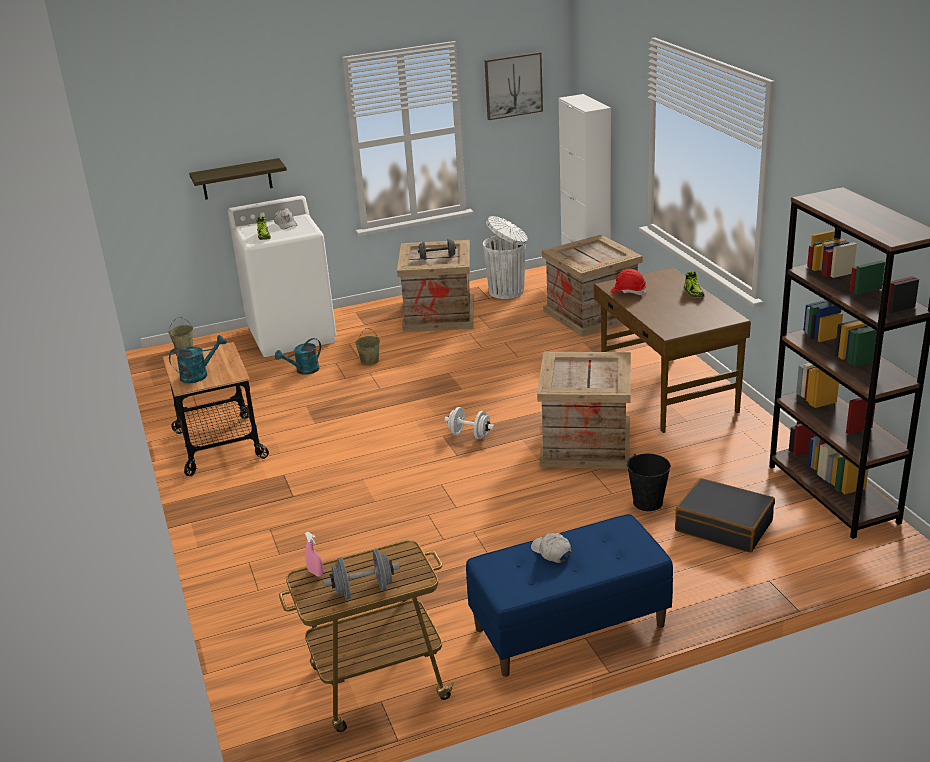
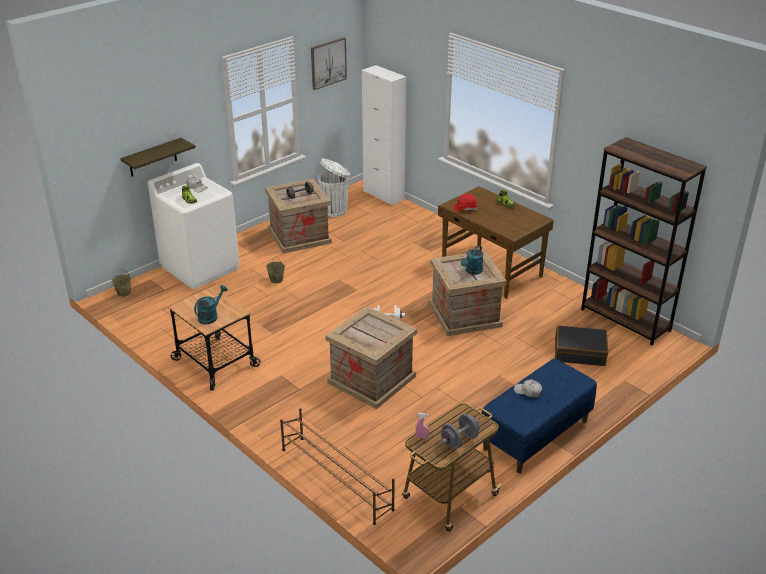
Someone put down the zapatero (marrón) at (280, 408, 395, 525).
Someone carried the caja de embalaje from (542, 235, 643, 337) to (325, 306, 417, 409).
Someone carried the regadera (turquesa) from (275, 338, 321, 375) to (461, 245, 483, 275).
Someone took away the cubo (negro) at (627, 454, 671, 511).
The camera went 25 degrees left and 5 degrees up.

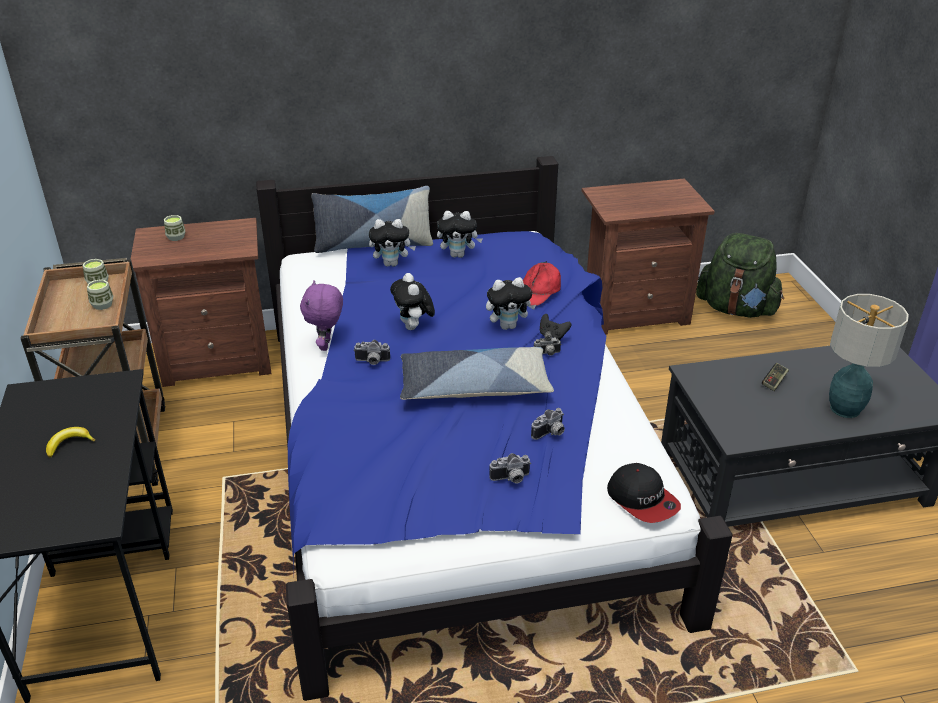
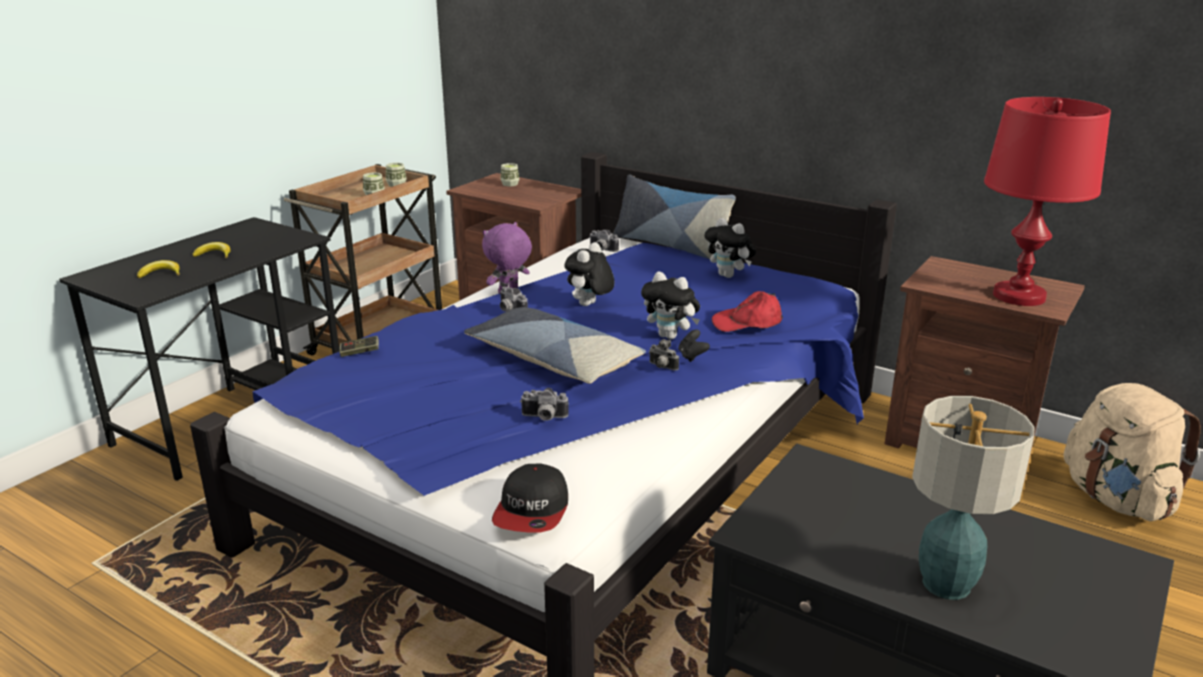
Someone put down the plátano at (137, 260, 180, 278).
Someone carried the mando de consola from (762, 363, 789, 391) to (340, 336, 379, 357).
Someone carried the cámara from (489, 453, 531, 484) to (590, 230, 619, 252).
Someone put down the lámpara de mesa (rojo) at (984, 97, 1111, 306).
Someone repainted the mochila (verde) at (696, 233, 784, 318), which became the mochila (beis) at (1064, 383, 1201, 521).
Someone took away the peluche at (369, 219, 416, 267).
The camera went 45 degrees right and 10 degrees down.

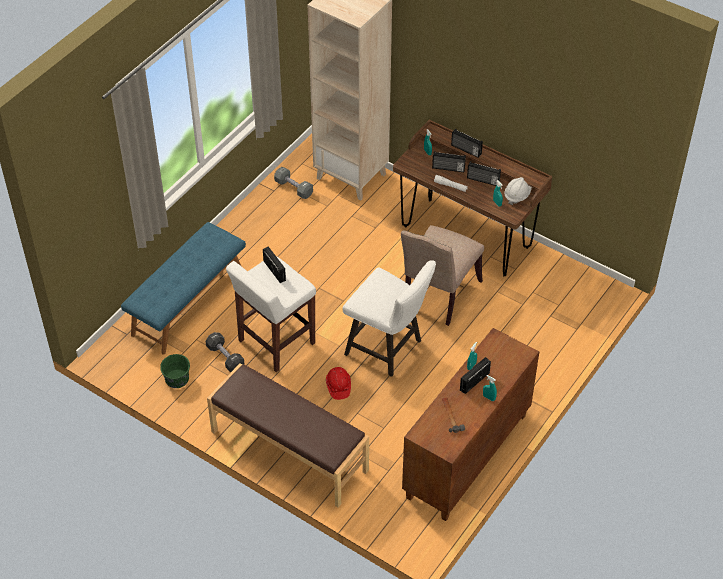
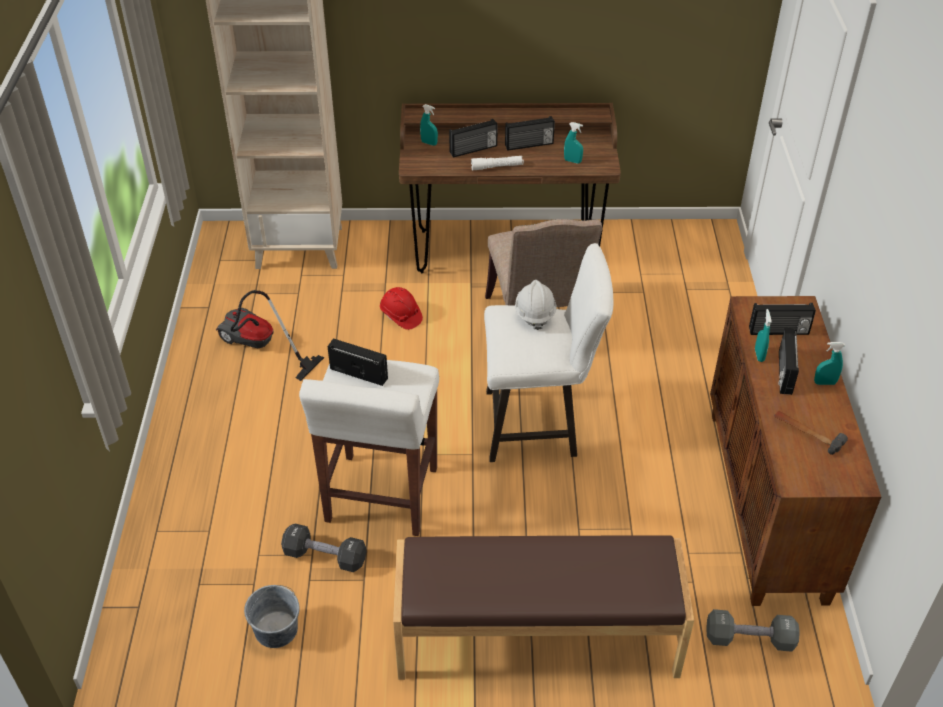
Someone put down the aspiradora at (216, 290, 324, 381).
Someone repainted the cubo (verde) at (160, 354, 190, 388), which became the cubo (gris) at (244, 585, 300, 648).
Someone carried the casco (rojo) from (326, 367, 351, 400) to (380, 287, 423, 330).
Someone carried the casco (blanco) from (504, 177, 532, 205) to (515, 280, 557, 330).
Someone carried the mancuerna (gris) from (274, 167, 313, 199) to (706, 609, 800, 652).
Someone carried the radio from (451, 129, 483, 158) to (749, 303, 816, 335).
Someone took away the banco (azul) at (121, 222, 246, 354).
The camera went 35 degrees left and 5 degrees down.

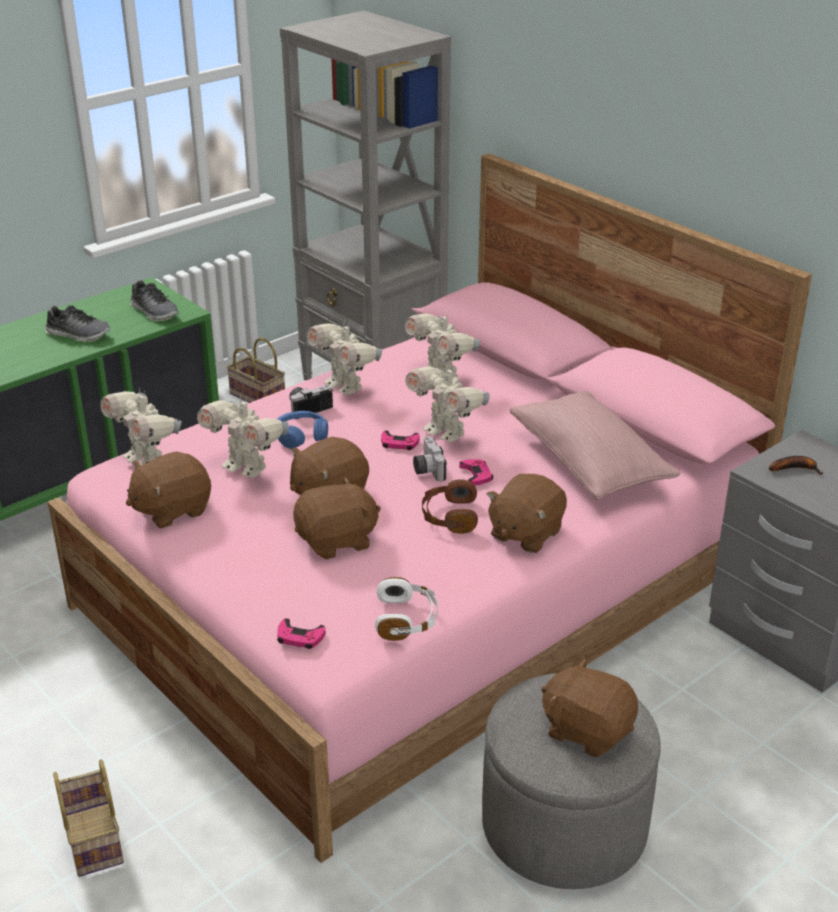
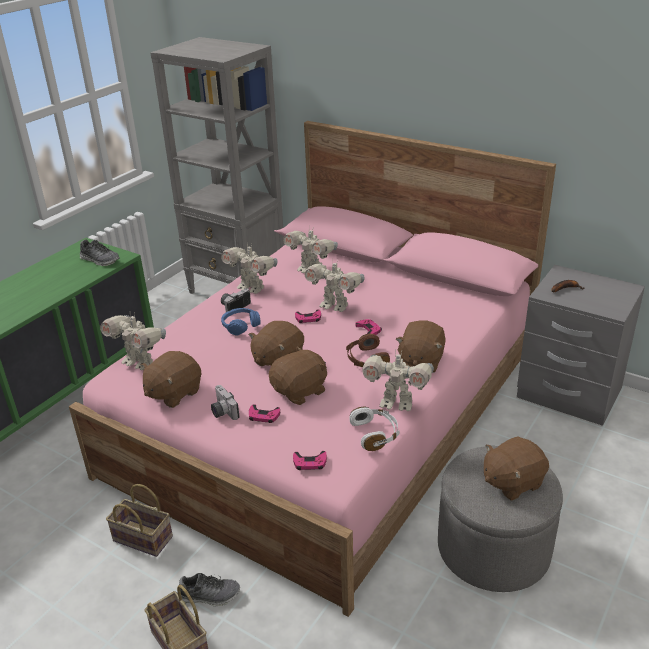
Someone carried the cesta from (227, 338, 285, 403) to (106, 484, 173, 557).
Someone carried the zapato from (45, 305, 110, 342) to (177, 573, 240, 606).
Someone carried the cámara from (413, 436, 446, 482) to (211, 385, 240, 420).
Someone put down the mando de consola (rosa) at (249, 404, 280, 423).
Someone carried the robot de juguete from (197, 394, 289, 478) to (362, 349, 434, 411).
Someone rotated the peluche (marrón) at (541, 658, 638, 757) by 45 degrees counterclockwise.
Someone took away the cojín (rosa) at (509, 391, 681, 500).
The camera went 15 degrees left and 0 degrees up.

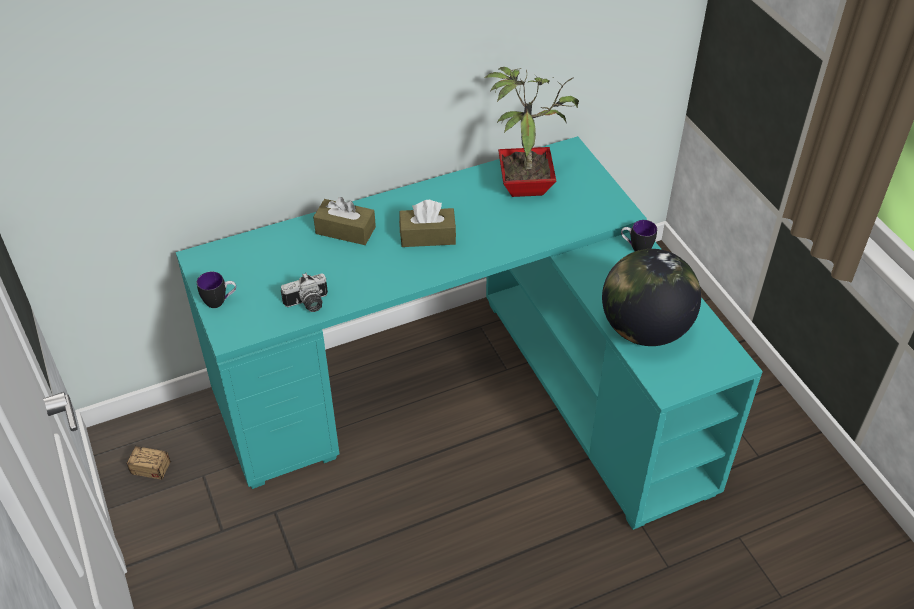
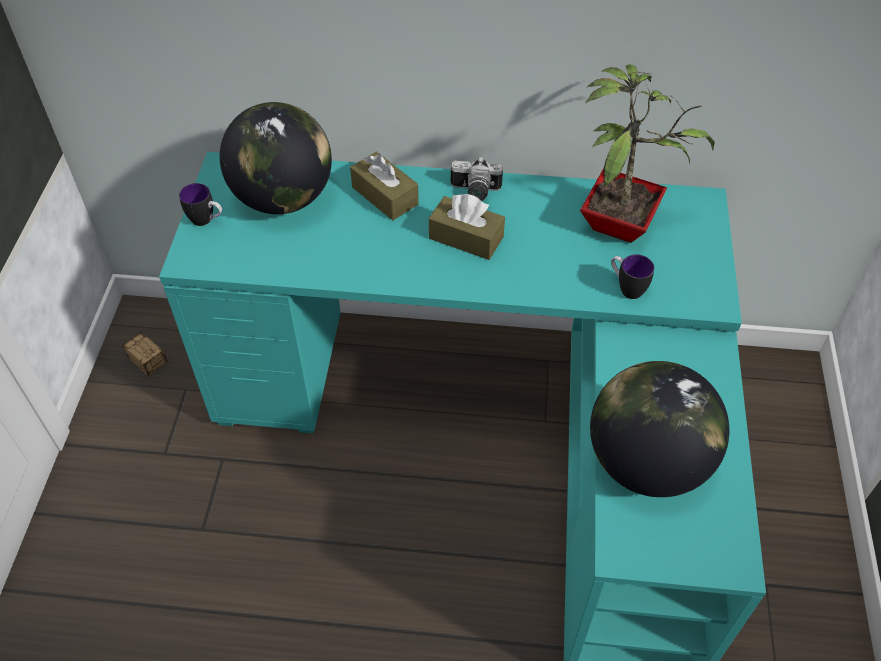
Someone put down the globo terráqueo at (220, 102, 332, 214).
Someone carried the cámara from (281, 273, 328, 312) to (451, 156, 503, 201).
Someone carried the taza grande from (621, 220, 657, 251) to (611, 254, 654, 299).
The camera went 30 degrees right and 5 degrees up.

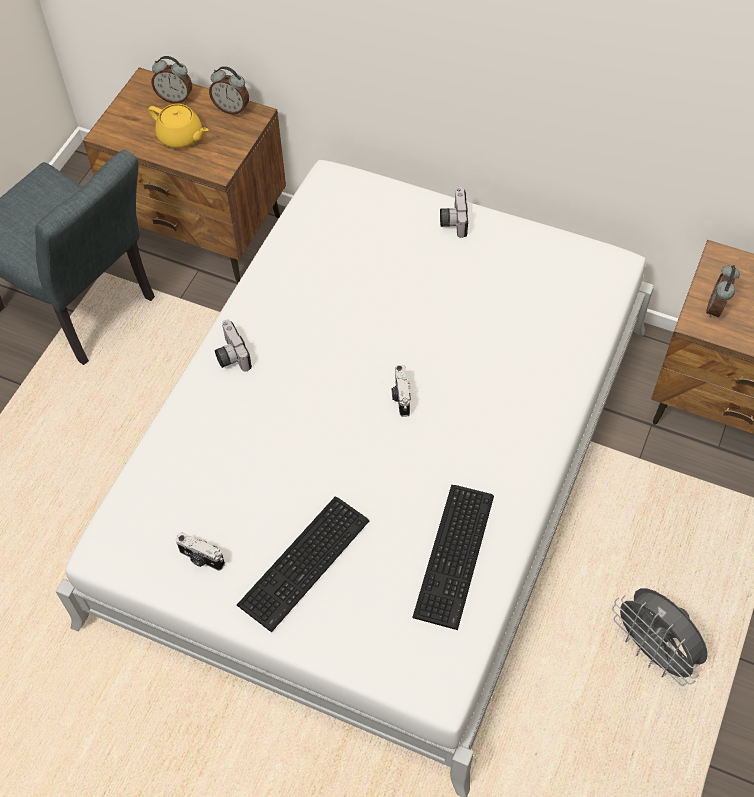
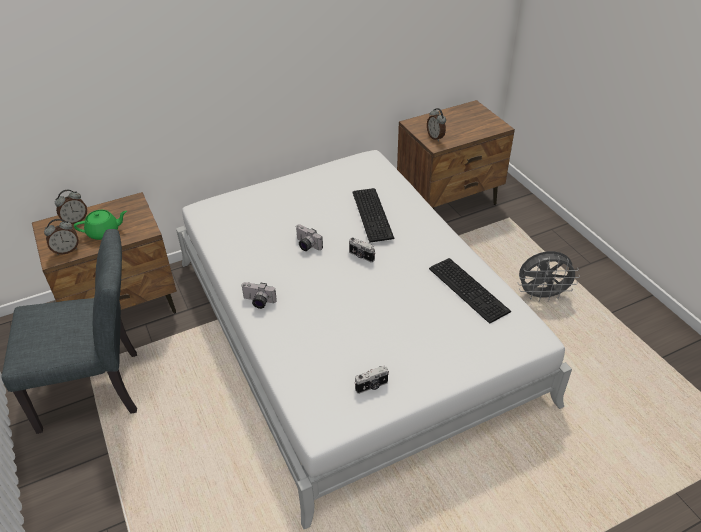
Someone carried the despertador from (209, 66, 249, 115) to (44, 219, 79, 255).
Someone repainted the tetera (amarillo) at (148, 104, 209, 148), which became the tetera (verde) at (74, 210, 127, 240).
Someone carried the cámara from (440, 187, 468, 238) to (296, 224, 323, 251).
Someone carried the teclado from (237, 496, 369, 632) to (352, 188, 395, 243).
The camera went 50 degrees left and 15 degrees down.

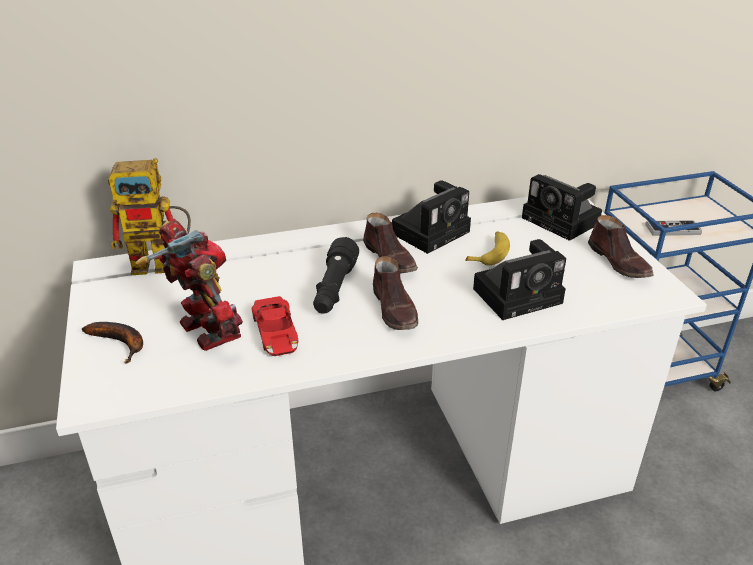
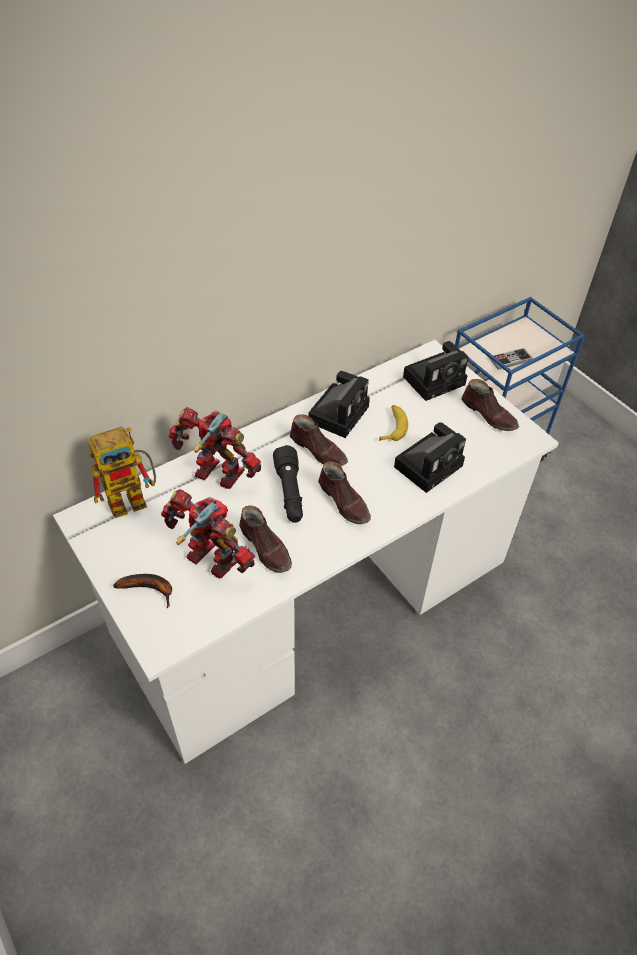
Someone put down the robot de juguete at (169, 407, 261, 489).
Someone swapped the coche de juguete (rojo) at (252, 296, 298, 356) for the zapato (marrón) at (239, 506, 292, 573).
Someone rotated the cámara at (522, 174, 602, 241) by 60 degrees counterclockwise.
The camera went 20 degrees left and 15 degrees up.

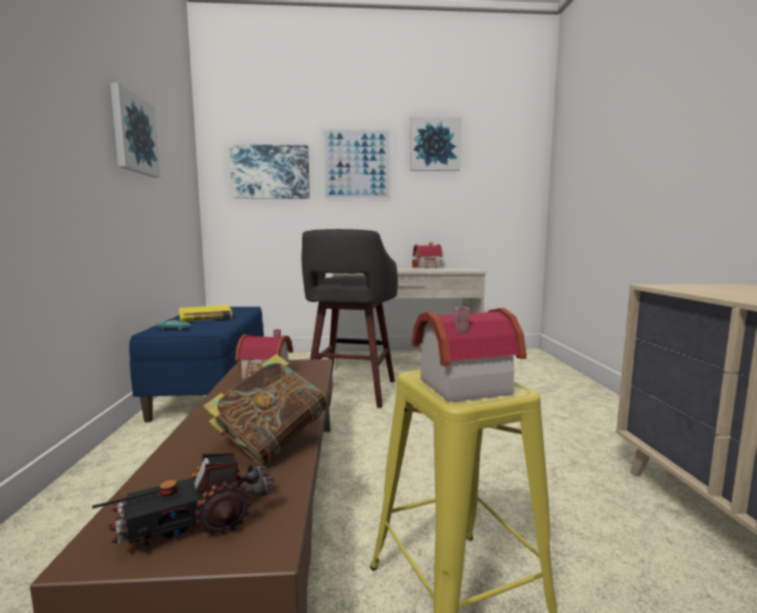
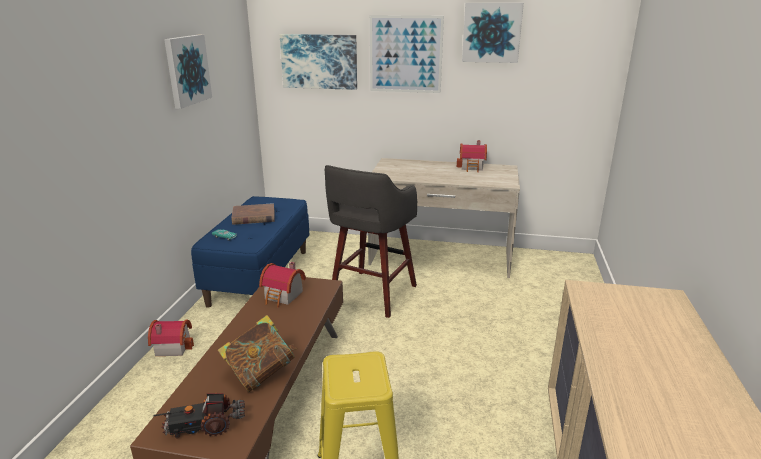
Someone carried the casita from (412, 307, 527, 402) to (148, 319, 194, 356).
Someone repainted the libro (amarillo) at (179, 305, 232, 322), which became the libro (marrón) at (231, 203, 275, 225).
The camera went 15 degrees right and 15 degrees up.

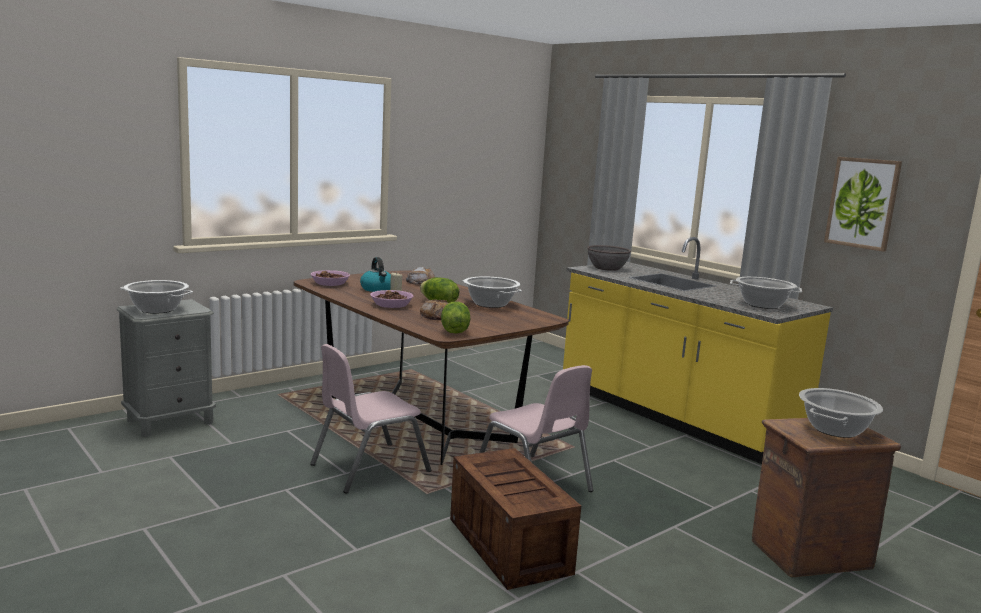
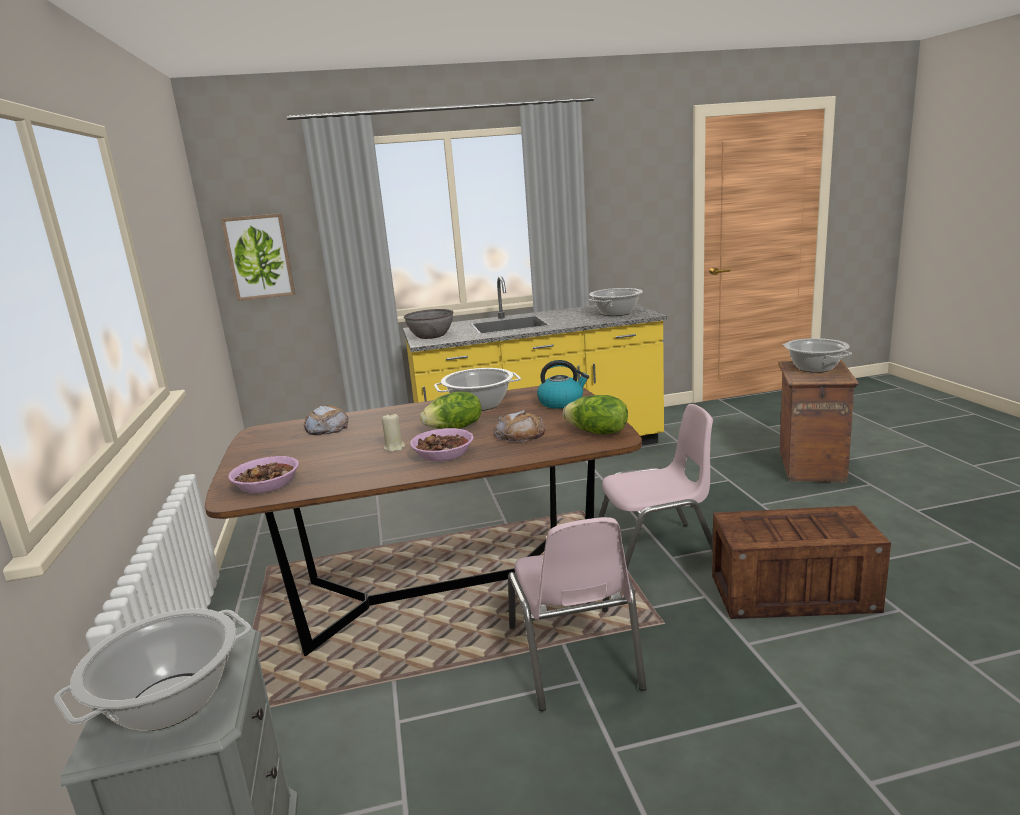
Someone carried the cuadro from (824, 157, 902, 252) to (221, 213, 295, 301).
Someone carried the hervidor from (360, 257, 391, 292) to (537, 360, 589, 409).
The camera went 60 degrees left and 5 degrees up.

